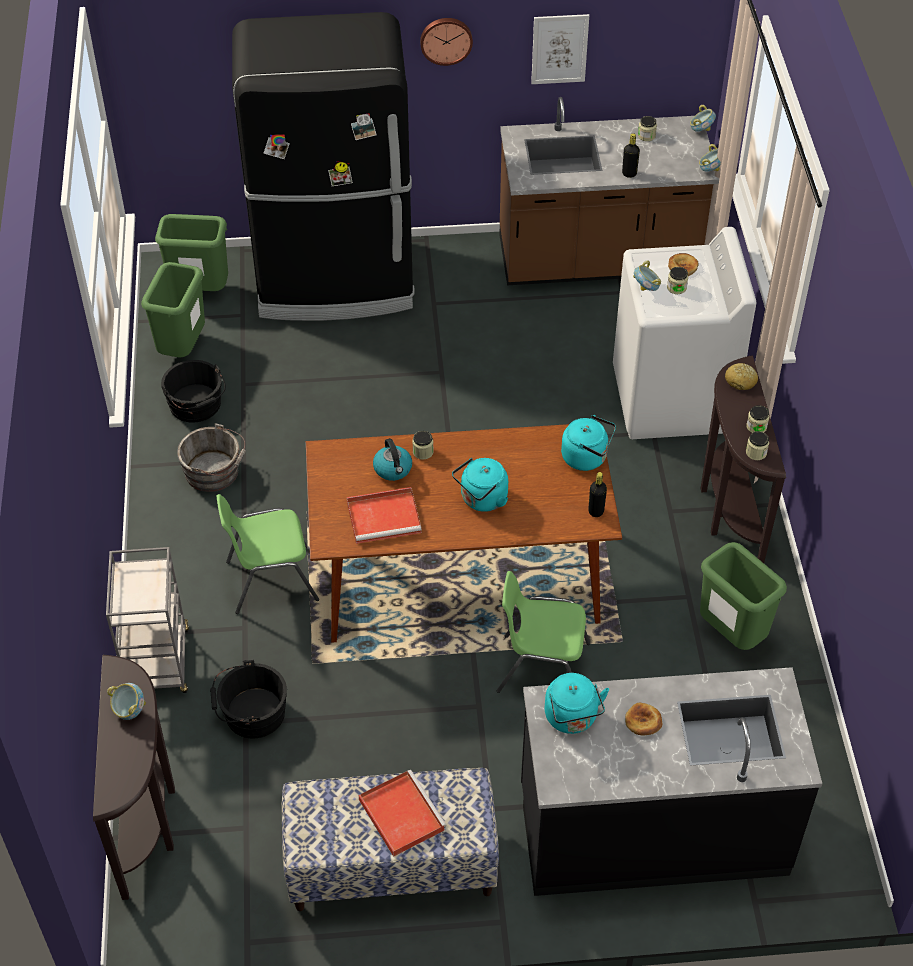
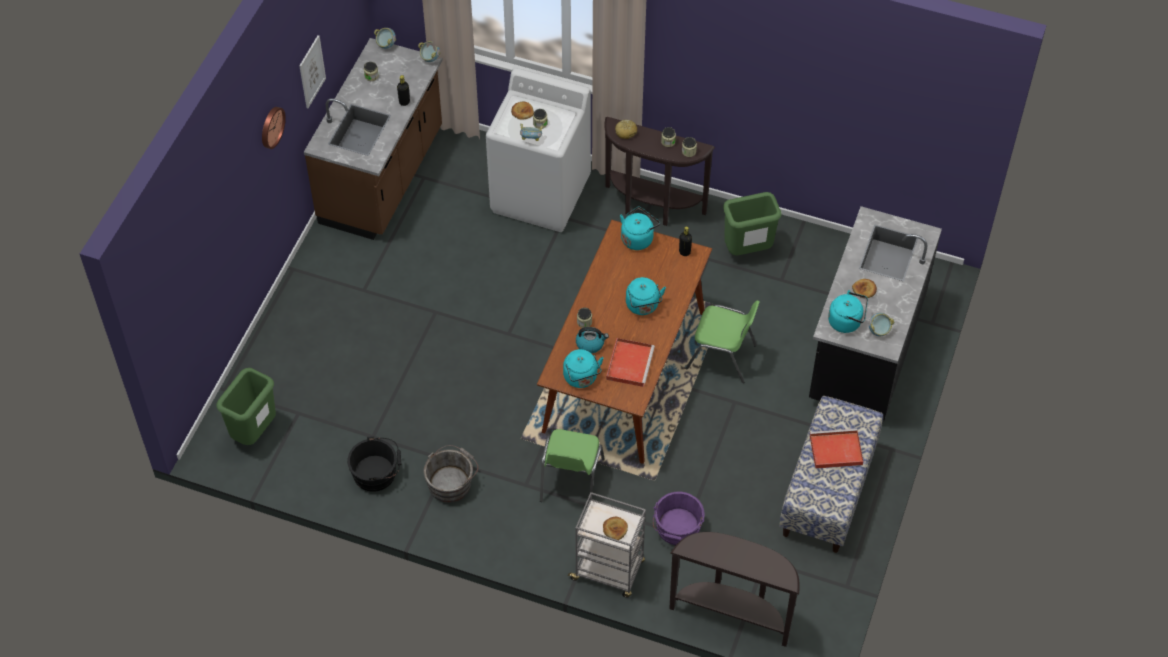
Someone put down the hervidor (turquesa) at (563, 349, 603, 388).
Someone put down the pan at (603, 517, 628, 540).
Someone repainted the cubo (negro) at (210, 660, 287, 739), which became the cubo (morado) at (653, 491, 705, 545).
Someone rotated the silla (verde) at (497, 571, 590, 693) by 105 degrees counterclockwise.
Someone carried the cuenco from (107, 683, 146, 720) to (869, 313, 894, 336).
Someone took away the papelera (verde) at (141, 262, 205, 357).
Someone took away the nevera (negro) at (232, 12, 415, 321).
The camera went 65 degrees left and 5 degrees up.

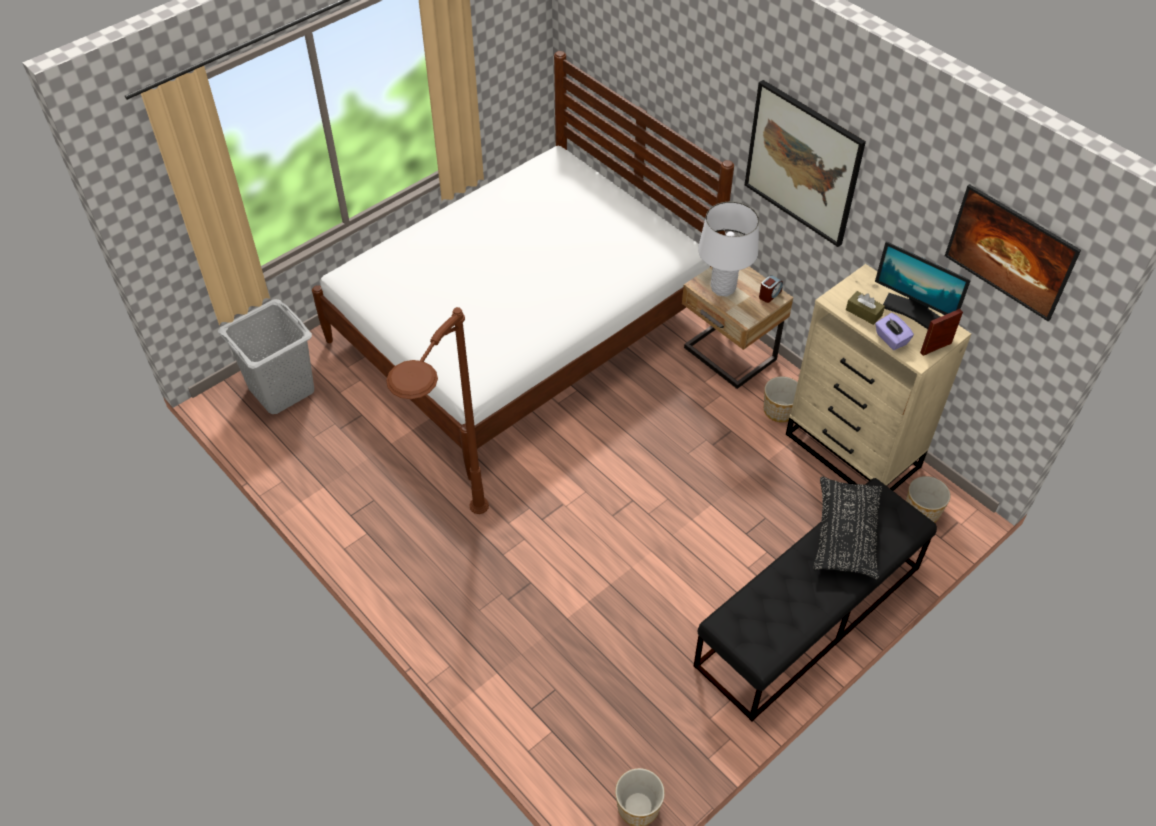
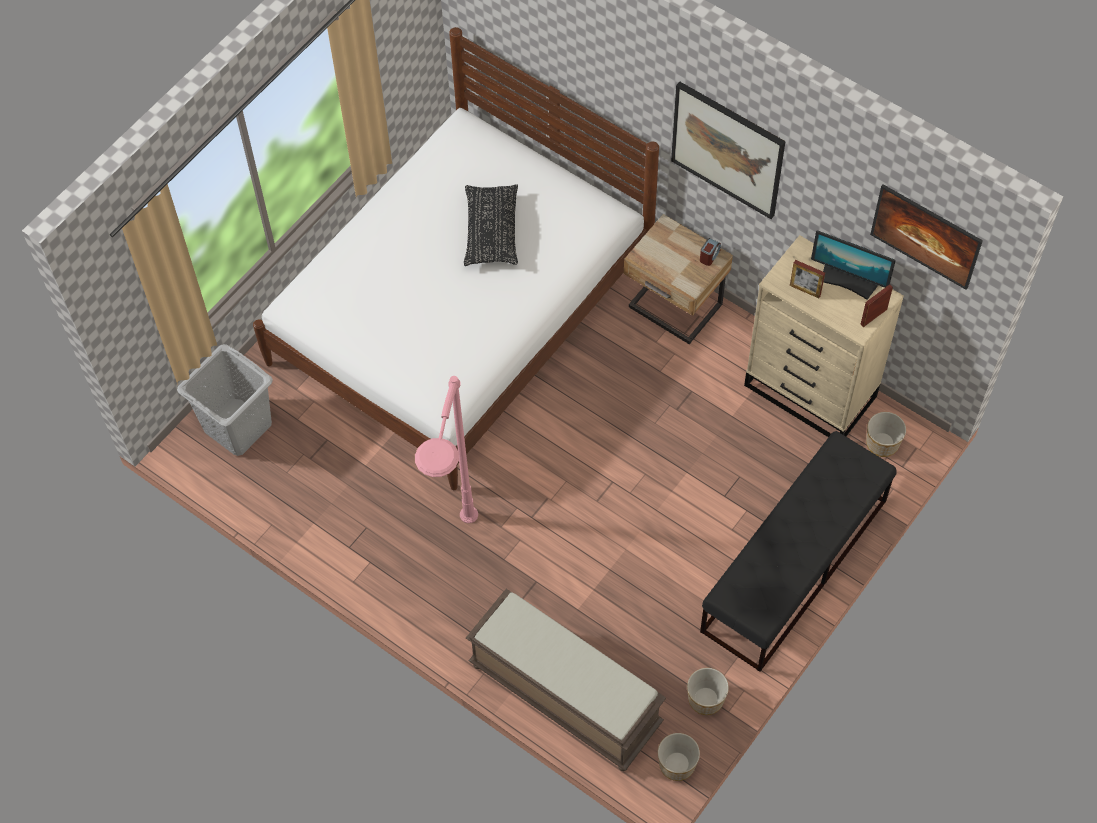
Someone repainted the lámpara de pie (marrón) at (386, 307, 489, 514), which became the lámpara de pie (rosa) at (415, 376, 478, 523).
Someone carried the cojín (negro) from (813, 477, 882, 579) to (464, 185, 518, 266).
Someone put down the banco (marrón) at (466, 589, 666, 771).
Someone carried the maceta from (764, 376, 798, 422) to (687, 668, 729, 715).
Someone swapped the caja de pañuelos (marrón) at (846, 291, 885, 325) for the portarretratos at (790, 260, 825, 298).
Someone took away the lámpara de mesa (blanco) at (698, 201, 759, 297).
Someone took away the caja de pañuelos (morado) at (875, 313, 914, 350).
The camera went 10 degrees left and 10 degrees up.

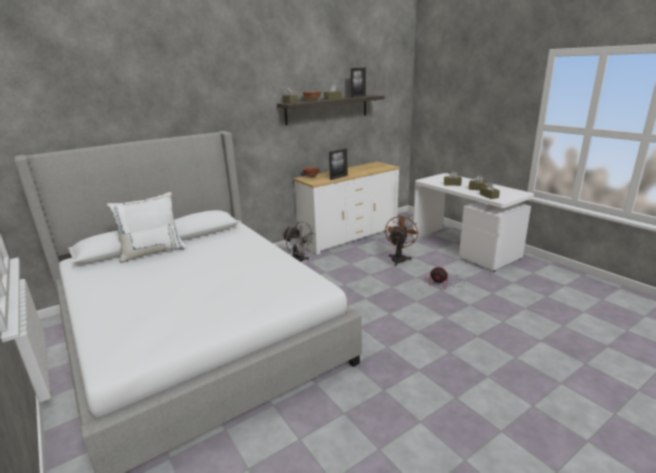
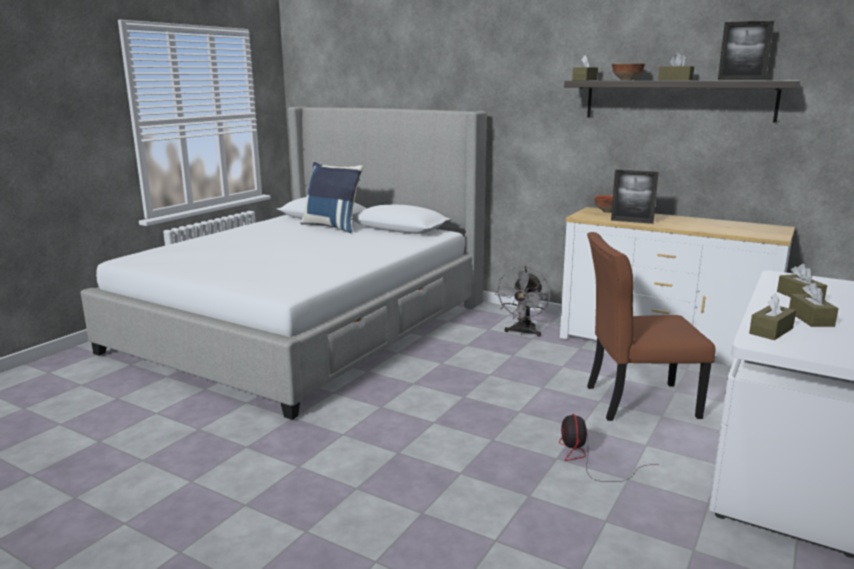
Someone repainted the cojín (blanco) at (107, 192, 187, 263), which became the cojín (azul) at (300, 162, 363, 233).
Someone swapped the ventilador (marrón) at (385, 214, 419, 266) for the silla (marrón) at (587, 232, 715, 421).
The camera went 65 degrees right and 5 degrees down.

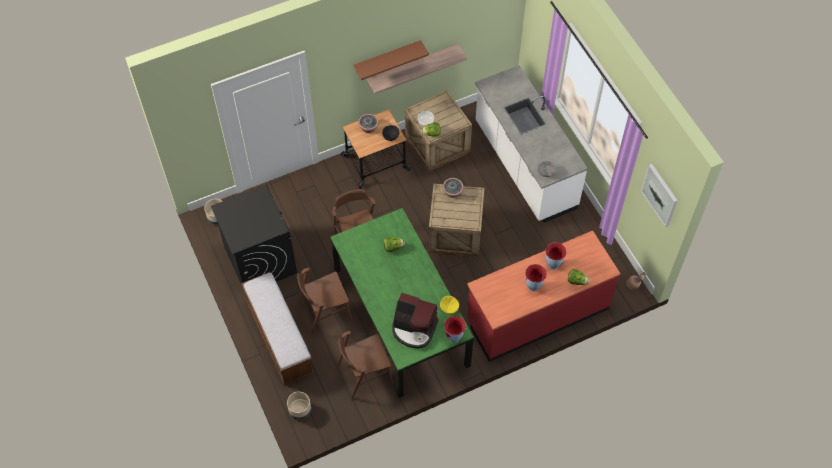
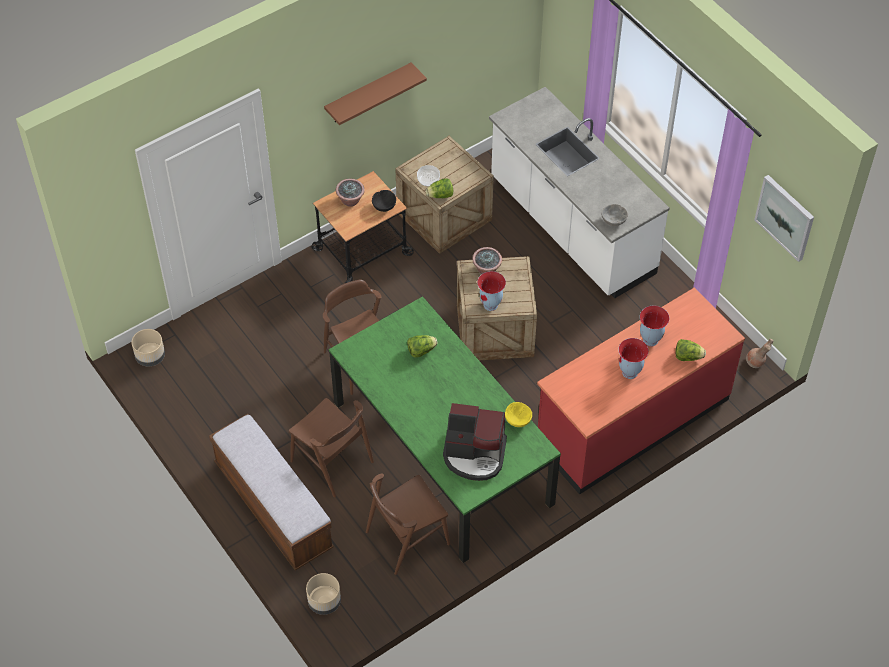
Someone rotated the silla (marrón) at (297, 268, 352, 335) by 105 degrees counterclockwise.
Someone carried the florero from (444, 316, 466, 343) to (477, 271, 506, 311).
Someone took away the lavadora (negro) at (211, 185, 297, 286).
Someone took away the estante at (367, 44, 467, 94).
The camera went 10 degrees left and 5 degrees down.

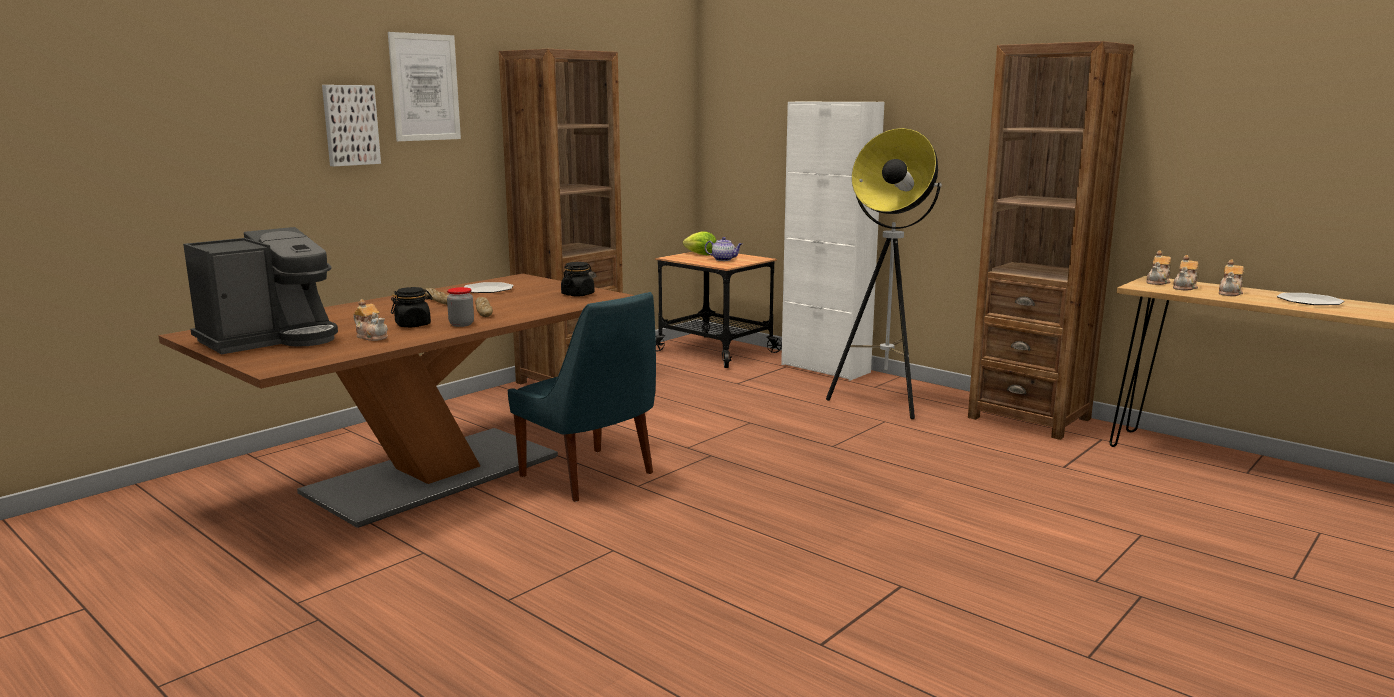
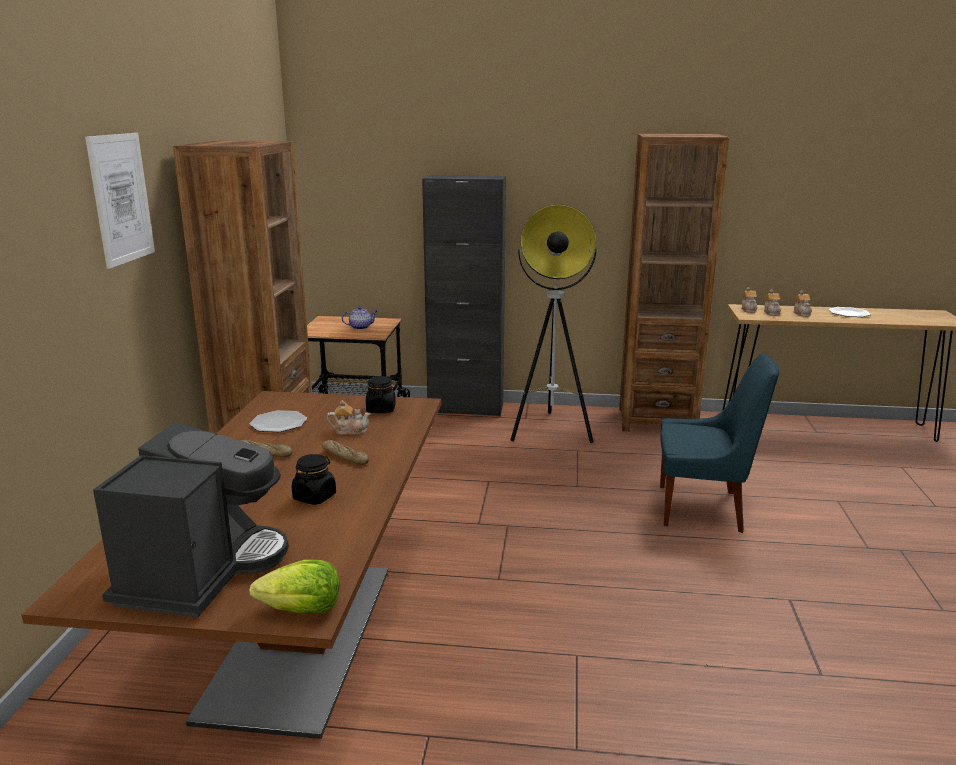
Someone carried the lechuga from (683, 231, 717, 255) to (249, 560, 340, 614).
Someone carried the tetera from (353, 299, 388, 341) to (327, 400, 371, 435).
Someone repainted the armario (blanco) at (781, 102, 884, 381), which became the armario (negro) at (422, 175, 506, 417).
Someone carried the silla (azul) from (508, 292, 656, 502) to (660, 353, 780, 533).
Someone took away the cuadro at (322, 85, 381, 166).
Someone took away the tarro at (447, 287, 474, 327).
The camera went 35 degrees left and 5 degrees up.

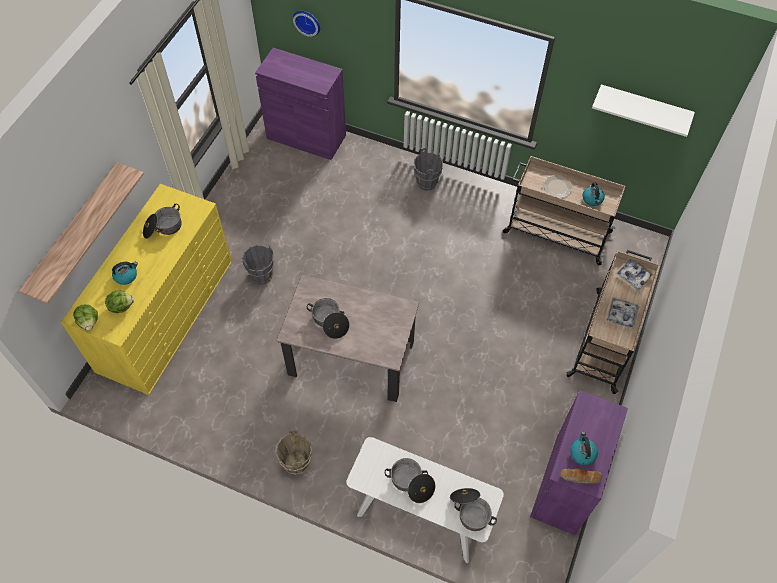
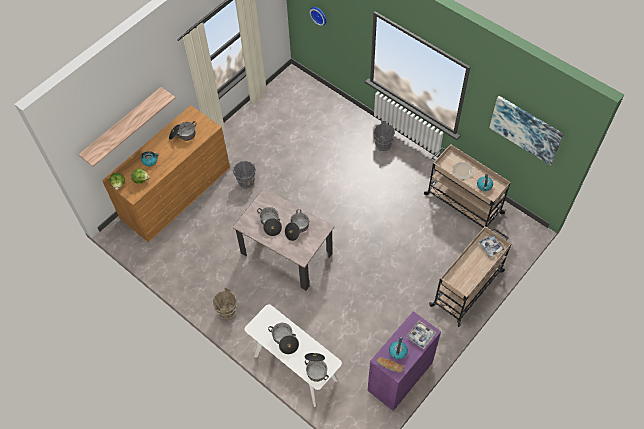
Someone repainted the cómoda (amarillo) at (61, 184, 232, 395), which became the cómoda (marrón) at (102, 105, 230, 242).
Someone put down the olla at (285, 209, 309, 241).
Someone carried the bandeja from (606, 297, 639, 329) to (406, 321, 436, 349).
Someone swapped the estante (blanco) at (592, 84, 695, 137) for the cuadro at (489, 96, 564, 165).
Someone took away the armario (morado) at (255, 48, 346, 160).
The camera went 20 degrees right and 0 degrees up.

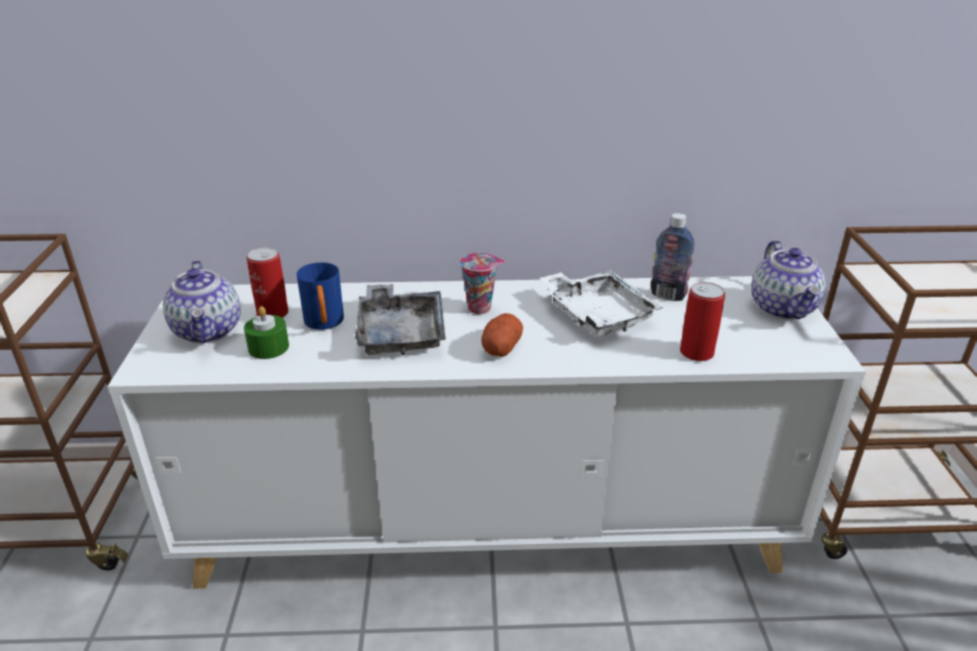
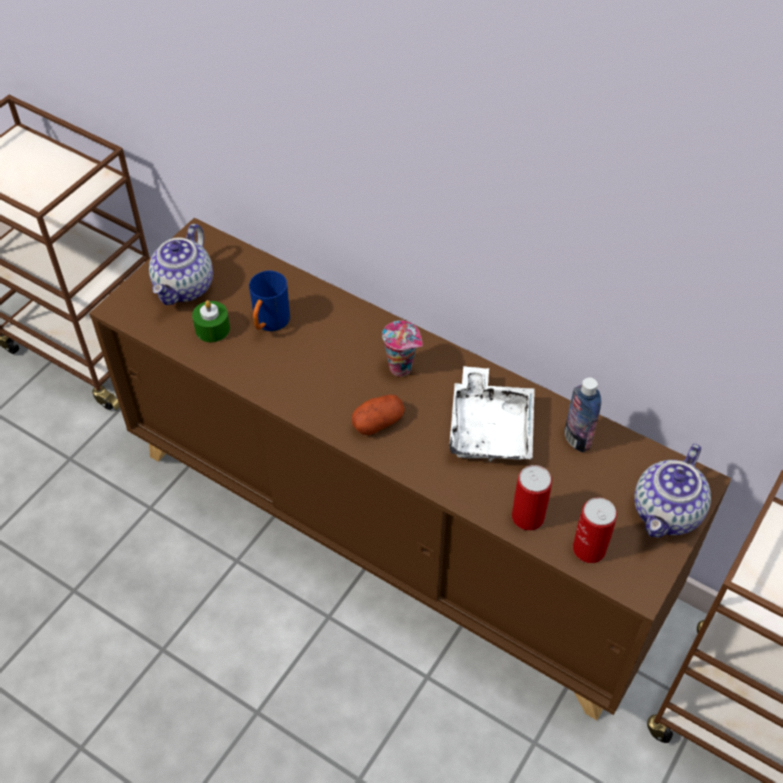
Someone repainted the armario (blanco) at (107, 276, 866, 589), which became the armario (marrón) at (89, 218, 731, 720).
Someone carried the lata from (247, 247, 288, 318) to (573, 497, 617, 563).
Someone took away the bandeja (gris) at (355, 284, 446, 355).
The camera went 35 degrees right and 20 degrees up.

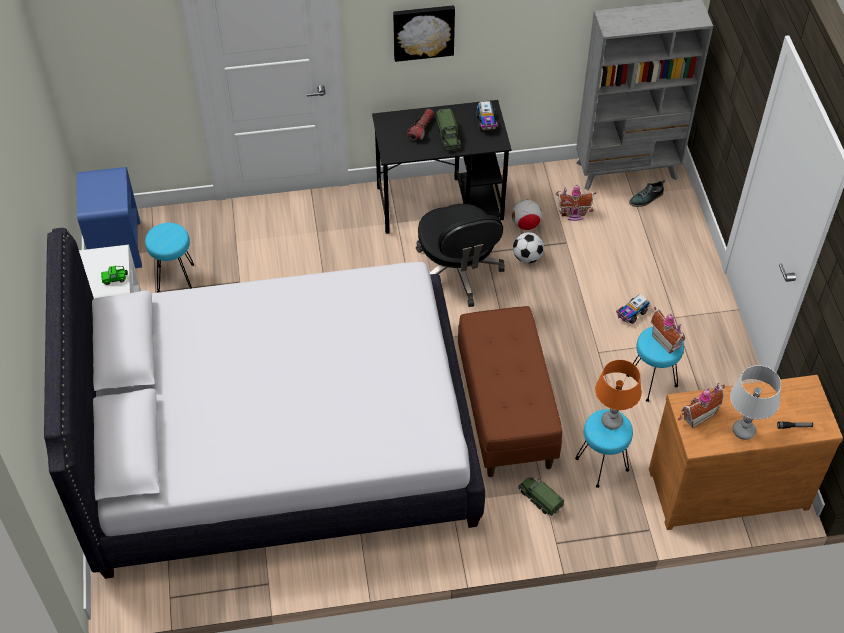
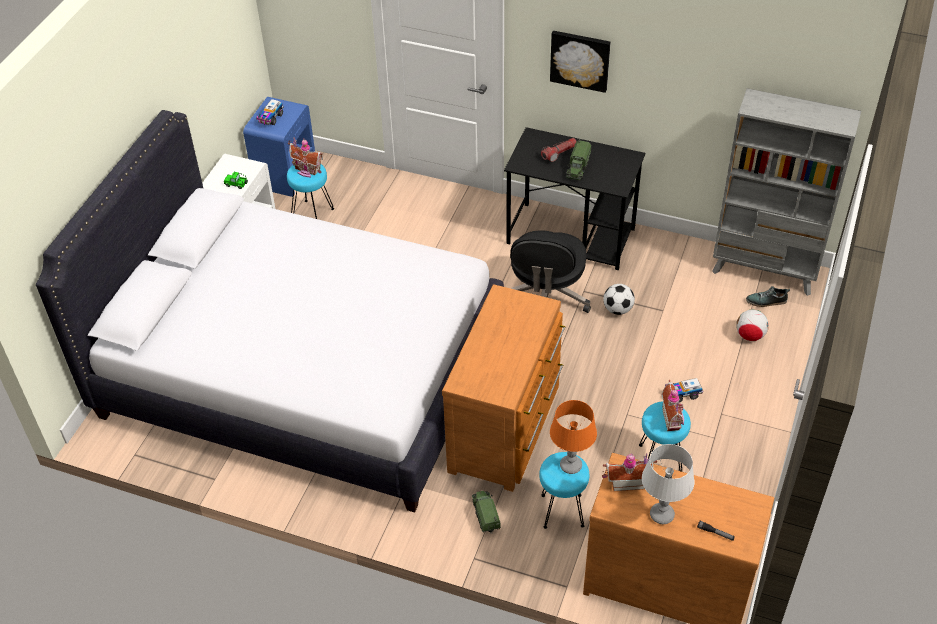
Someone carried the camión de juguete from (476, 101, 498, 130) to (256, 99, 283, 125).
Someone carried the casita from (556, 185, 596, 221) to (288, 137, 323, 178).
Someone swapped the banco (marrón) at (458, 306, 562, 477) for the cómoda (marrón) at (442, 284, 566, 492).
Someone carried the balón de fútbol from (512, 200, 542, 230) to (736, 310, 769, 341).
The camera went 30 degrees right and 5 degrees down.

